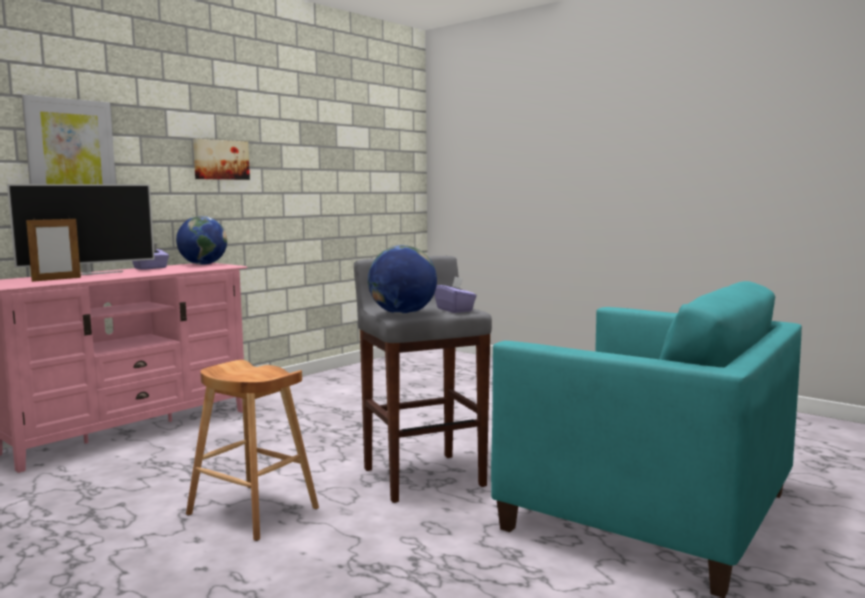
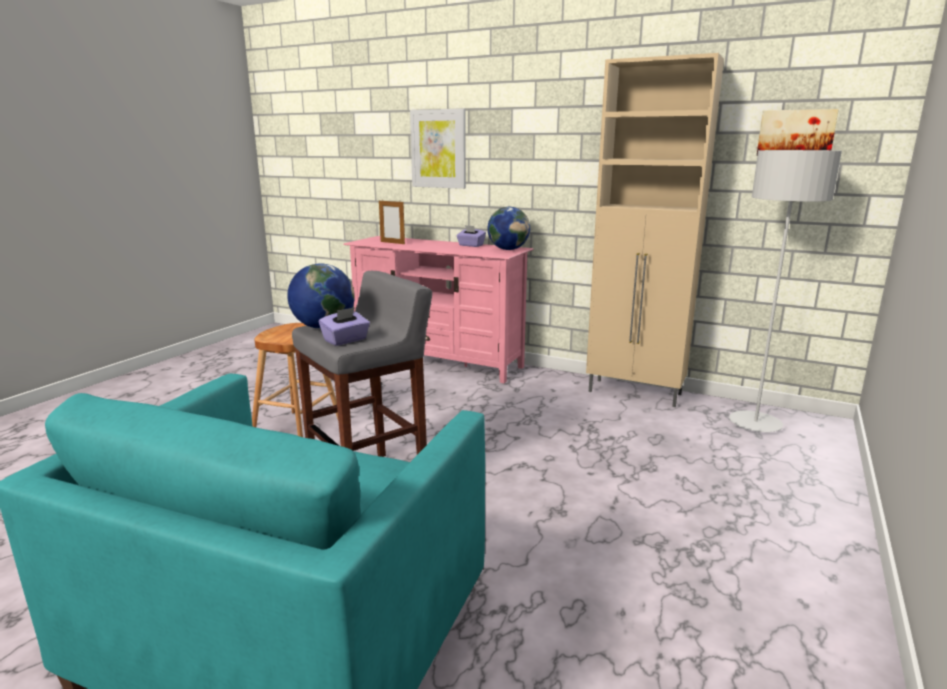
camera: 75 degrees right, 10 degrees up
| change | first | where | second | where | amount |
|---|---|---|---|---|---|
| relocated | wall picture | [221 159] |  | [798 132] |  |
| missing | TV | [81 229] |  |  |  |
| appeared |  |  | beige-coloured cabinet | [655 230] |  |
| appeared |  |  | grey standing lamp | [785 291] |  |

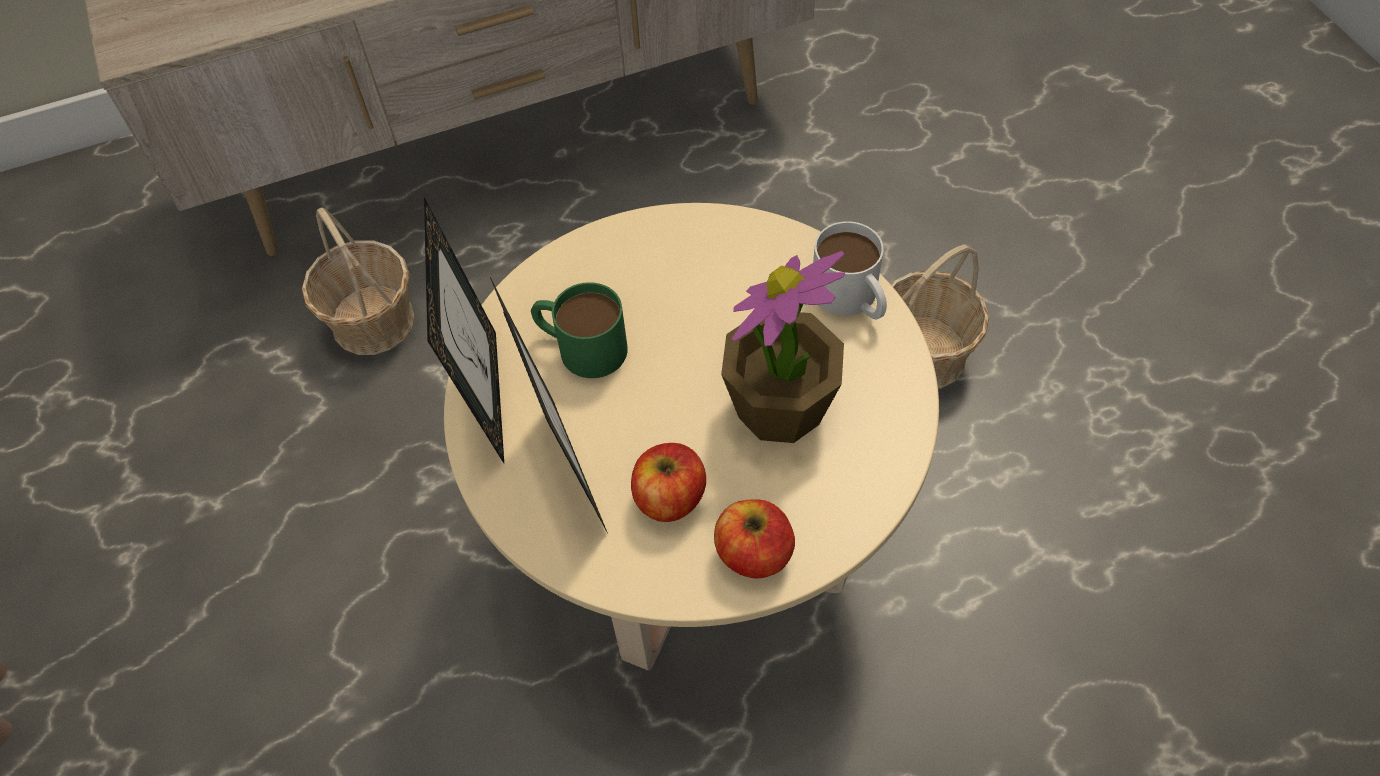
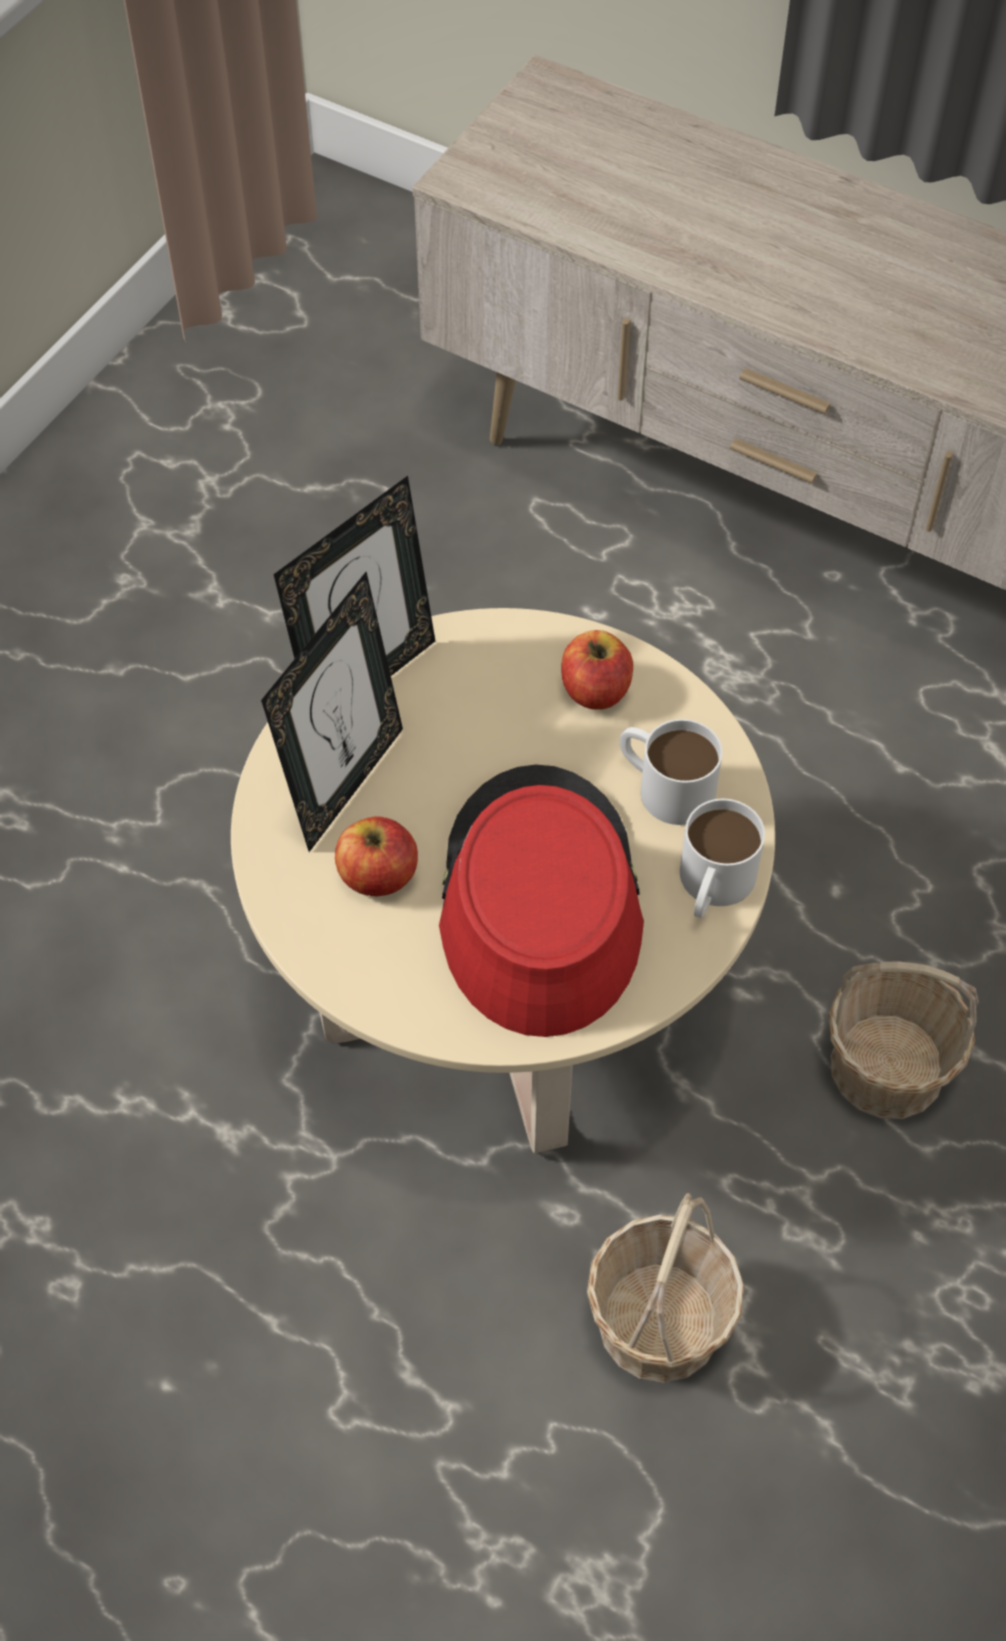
camera: 50 degrees right, 0 degrees up
| change | first | where | second | where | amount |
|---|---|---|---|---|---|
| relocated | storage basket | [358 281] |  | [665 1288] |  |
| exchanged | plant in a pot | [783 347] | red hat | [541 901] |  |
| missing | green coffee mug | [579 330] |  |  |  |
| relocated | apple fruit | [754 539] |  | [597 670] |  |
| appeared |  |  | white coffee mug | [671 772] |  |

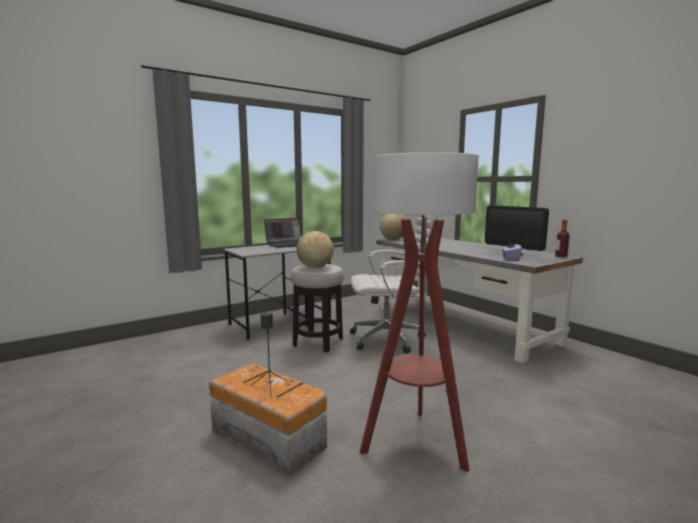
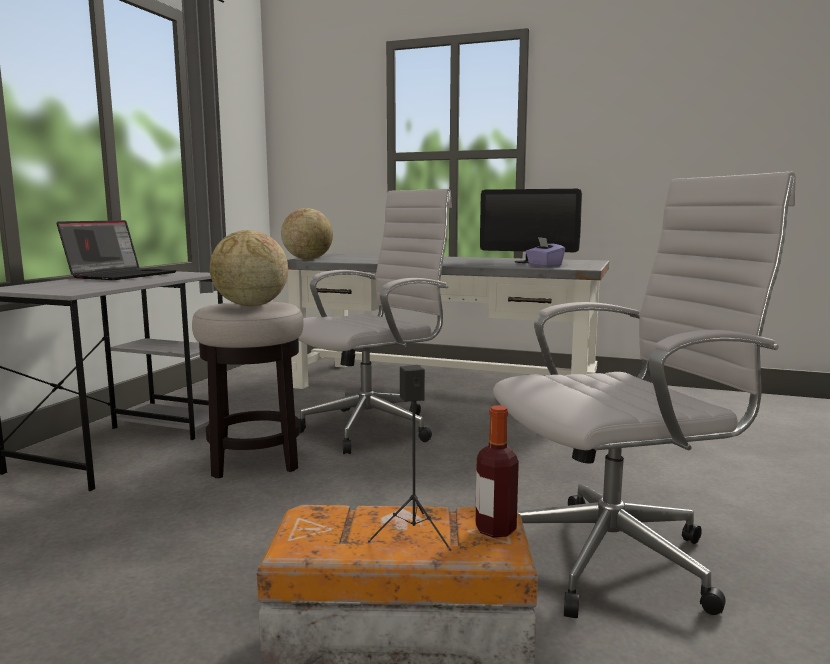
camera: 35 degrees left, 0 degrees up
| change | first | where | second | where | amount |
|---|---|---|---|---|---|
| exchanged | standing lamp | [419 312] | white computer chair | [644 395] |  |
| relocated | drink bottle | [562 238] |  | [497 471] |  |

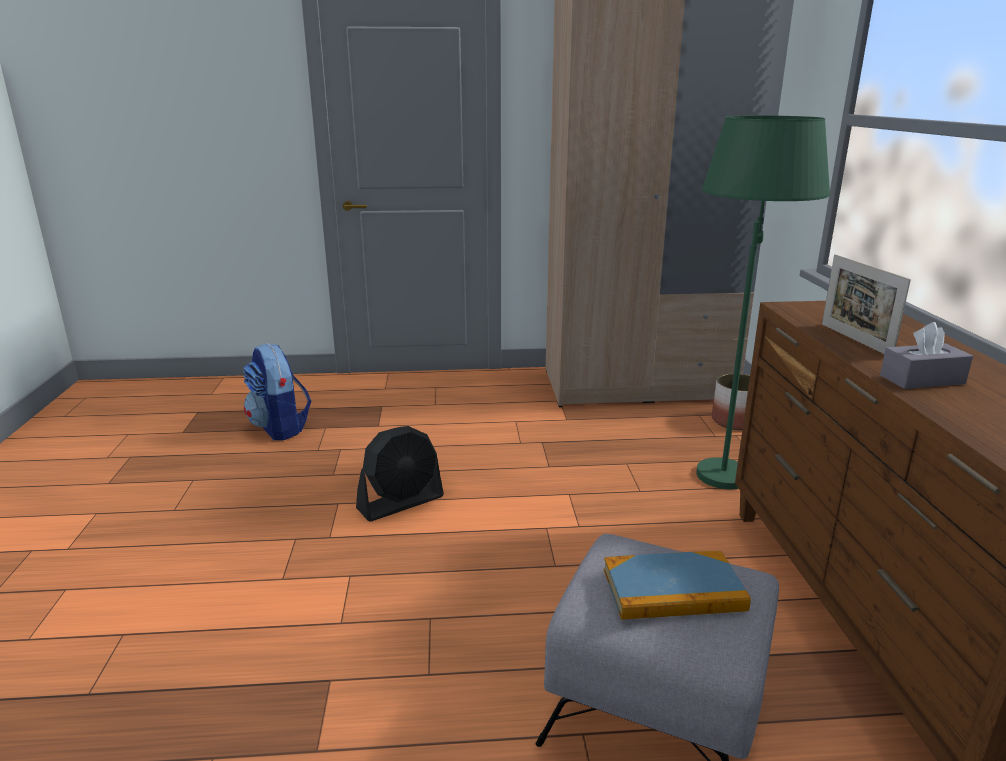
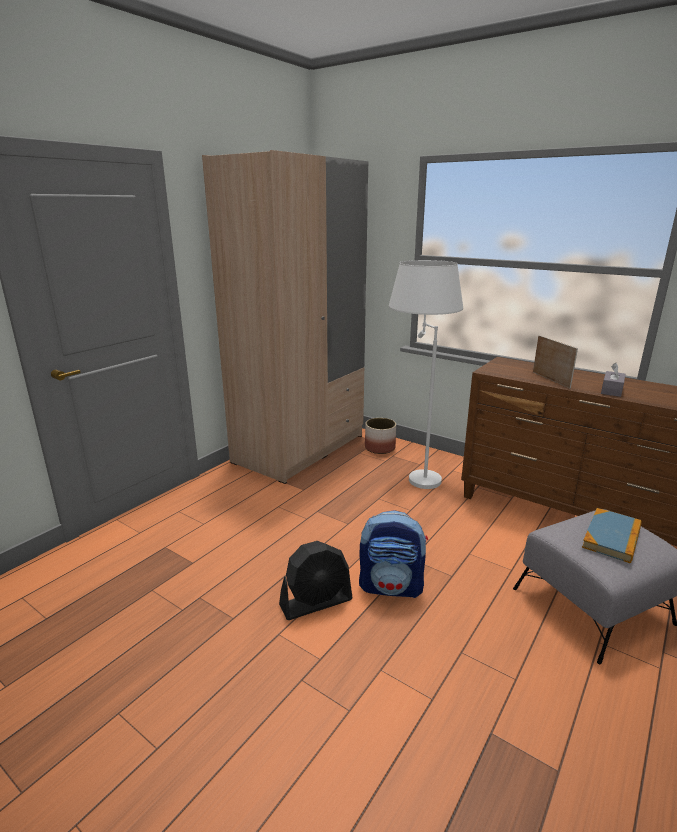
camera: 50 degrees left, 0 degrees up
| change | first | where | second | where | amount |
|---|---|---|---|---|---|
| colour | green standing lamp | [763 302] | white standing lamp | [426 374] |  |
| spun | picture frame | [866 304] |  | [555 362] | 135 degrees counterclockwise |
| relocated | backpack | [277 392] |  | [393 554] |  |
| spun | black electric fan | [400 473] |  | [316 580] | 60 degrees clockwise |

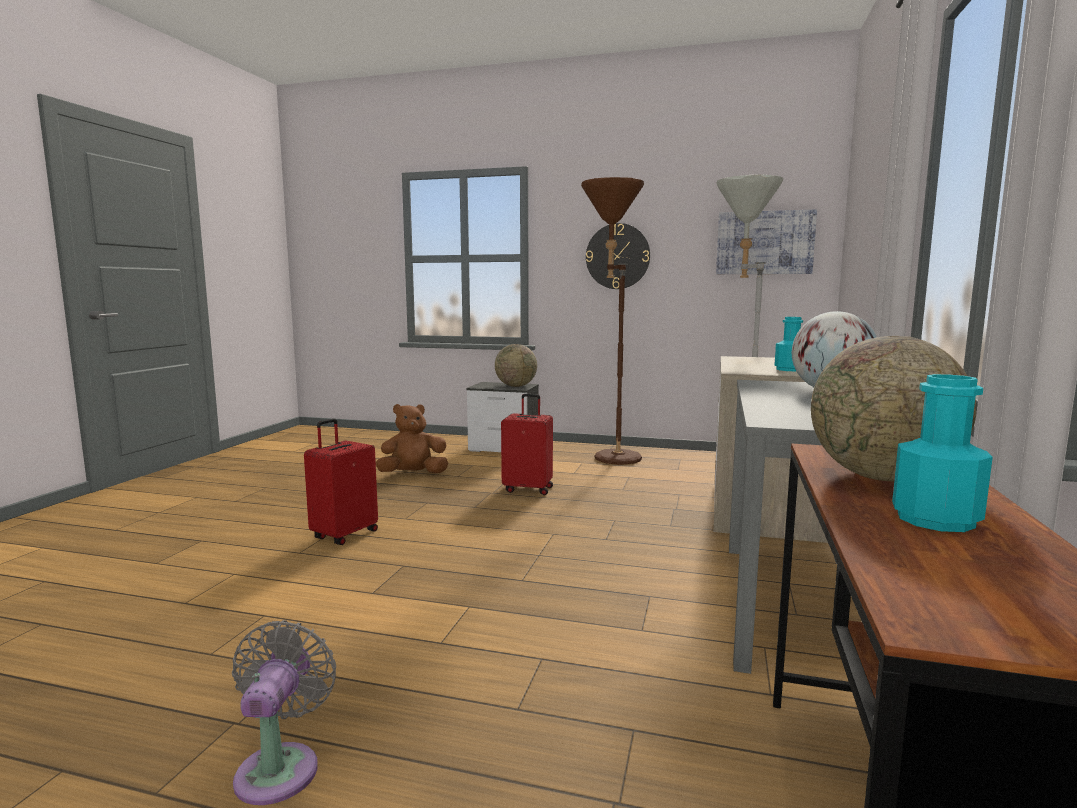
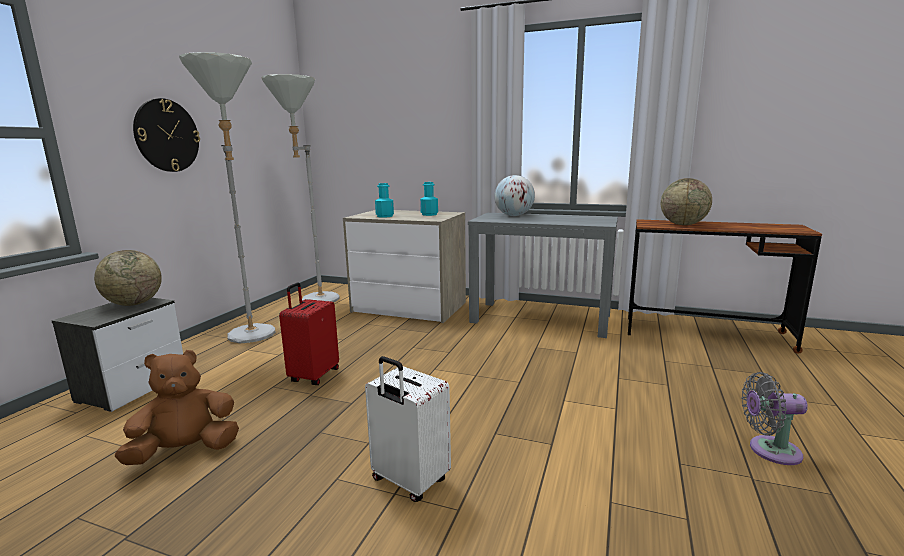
camera: 85 degrees left, 5 degrees up
| change | first | where | second | where | amount |
|---|---|---|---|---|---|
| colour | brown-coloured standing lamp | [612 321] | grey standing lamp | [227 197] |  |
| missing | wall picture | [766 242] |  |  |  |
| relocated | turquoise drink bottle | [942 453] |  | [384 200] |  |
| spun | brown-coloured plush toy | [412 438] |  | [177 407] | 75 degrees clockwise |
| colour | red travel case | [341 481] | white travel case | [408 429] |  |

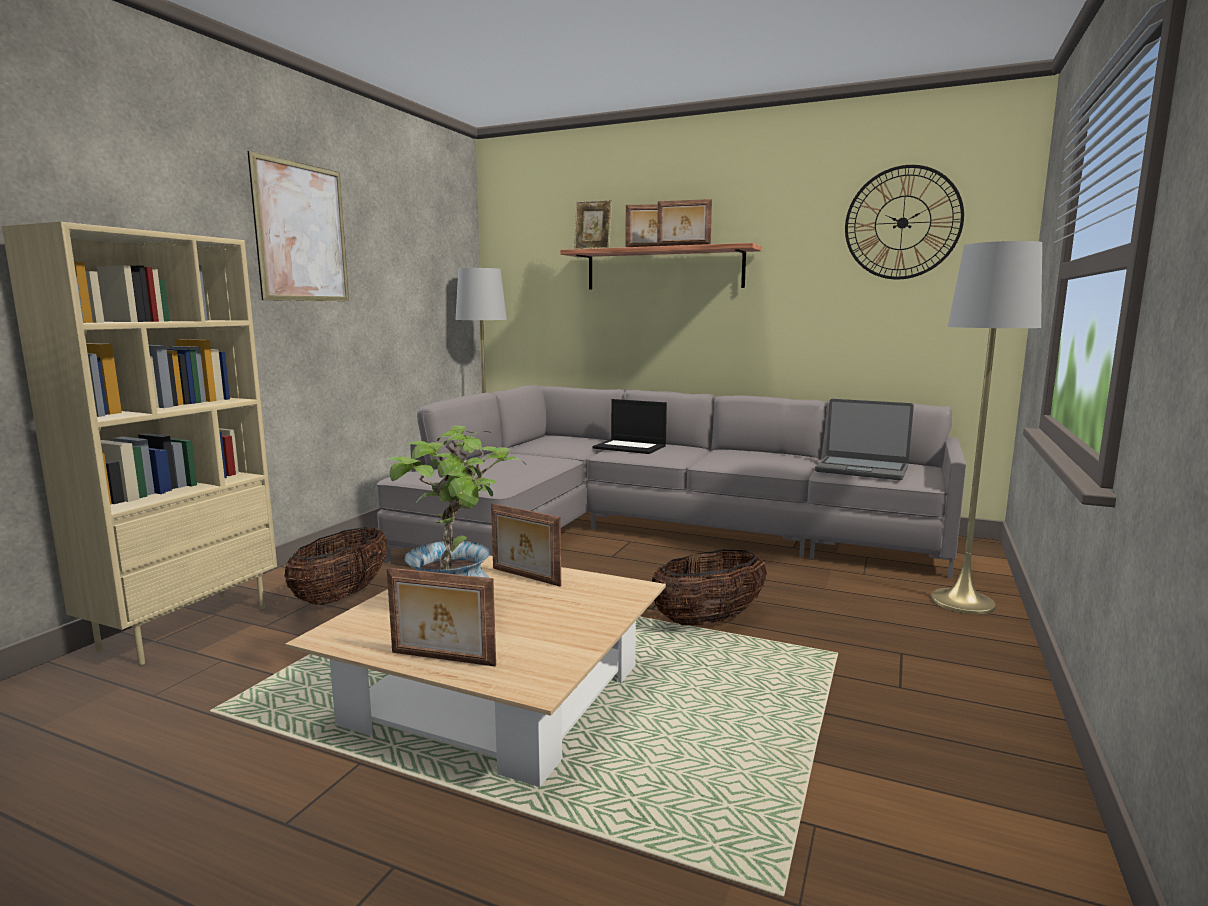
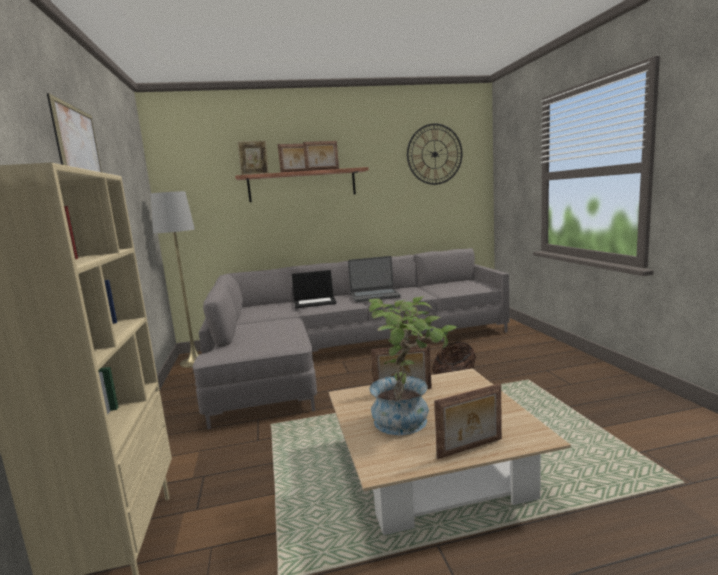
camera: 35 degrees left, 0 degrees up
| change | first | where | second | where | amount |
|---|---|---|---|---|---|
| missing | grey standing lamp | [986 427] |  |  |  |
| relocated | notebook computer | [864 439] |  | [374 279] |  |
| missing | storage basket | [336 566] |  |  |  |

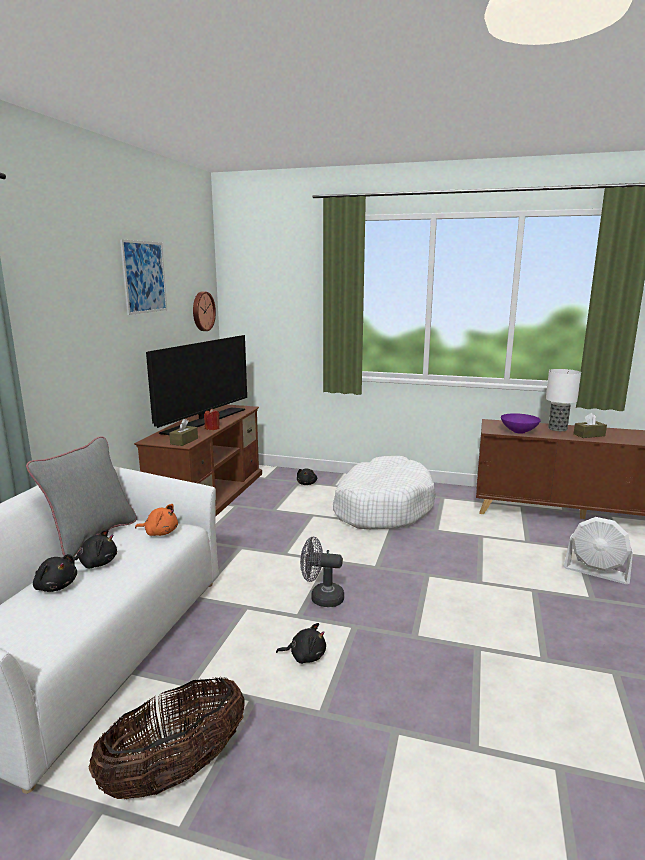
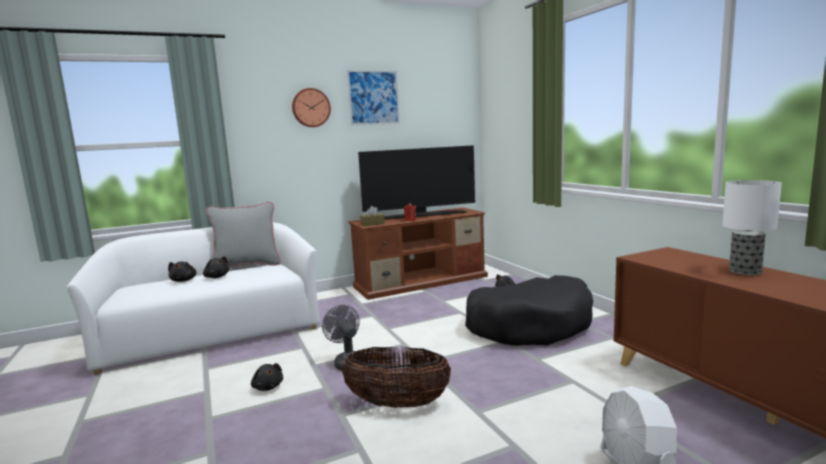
camera: 50 degrees right, 5 degrees down
| change | first | where | second | where | amount |
|---|---|---|---|---|---|
| relocated | clock on the wall | [204 311] |  | [311 107] |  |
| missing | purplish bowl | [521 423] |  |  |  |
| missing | brown-coloured tissue holder | [590 425] |  |  |  |
| colour | white dog bed | [384 492] | black dog bed | [529 310] |  |
| missing | orange-coloured plush toy | [156 520] |  |  |  |
| relocated | storage basket | [166 738] |  | [396 377] |  |

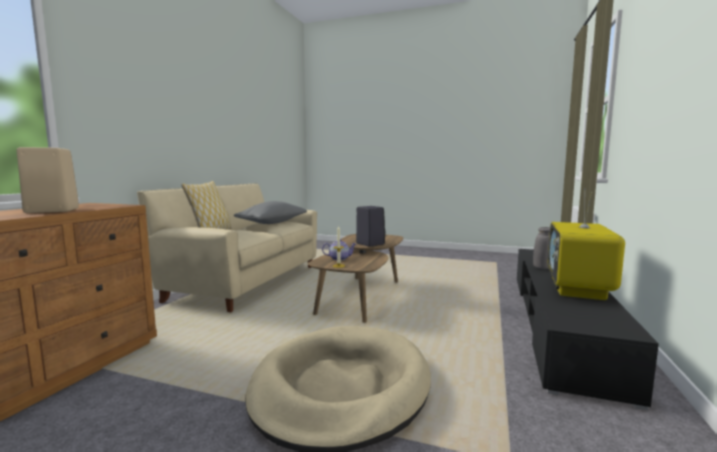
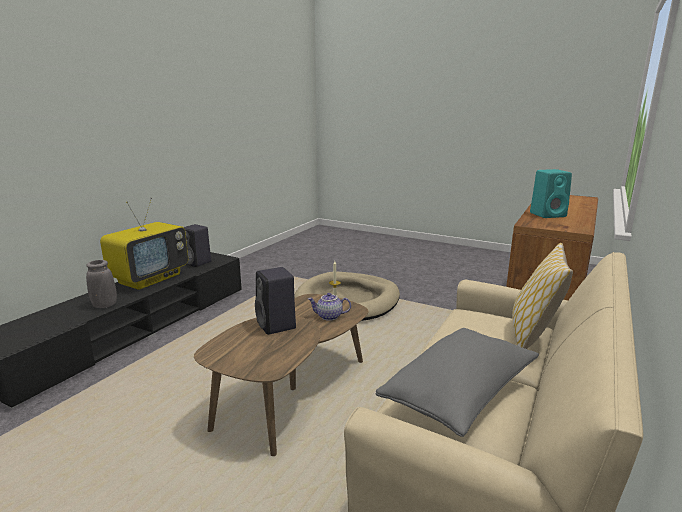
camera: 170 degrees left, 10 degrees up
| change | first | where | second | where | amount |
|---|---|---|---|---|---|
| colour | beige-coloured loudspeaker | [48 180] | turquoise loudspeaker | [551 193] |  |
| appeared |  |  | black loudspeaker | [197 245] |  |

